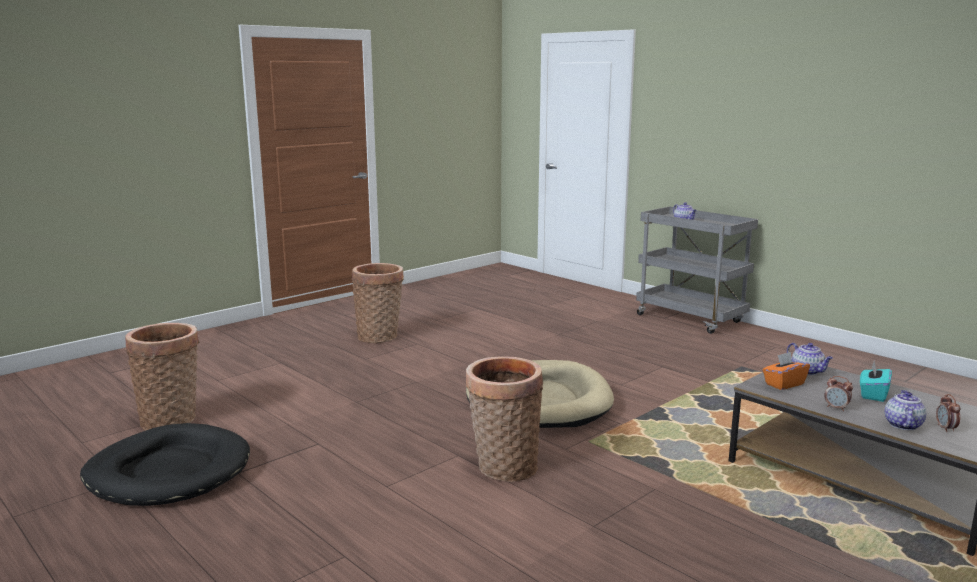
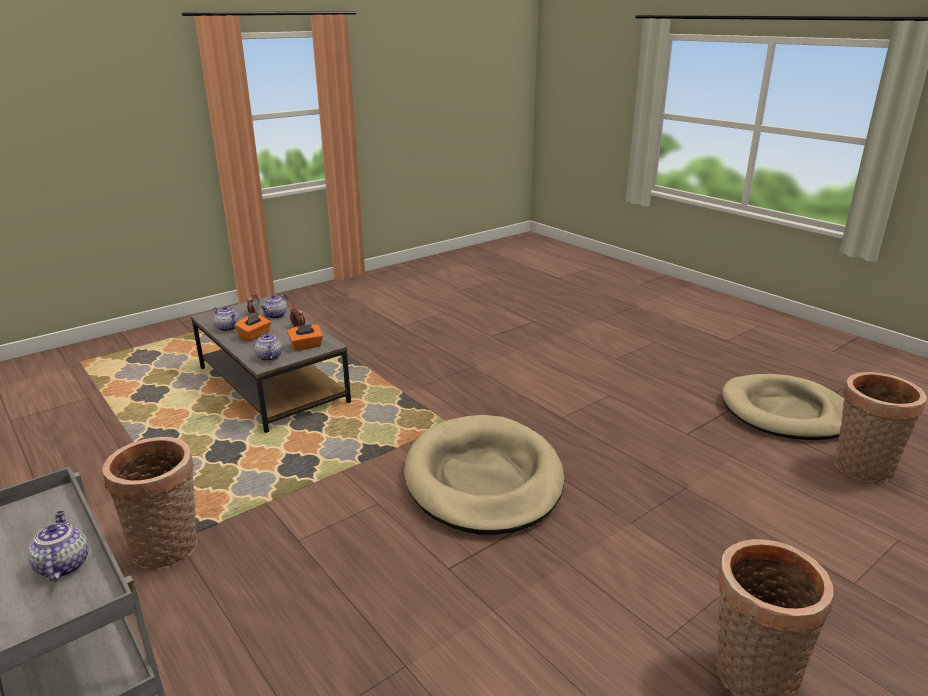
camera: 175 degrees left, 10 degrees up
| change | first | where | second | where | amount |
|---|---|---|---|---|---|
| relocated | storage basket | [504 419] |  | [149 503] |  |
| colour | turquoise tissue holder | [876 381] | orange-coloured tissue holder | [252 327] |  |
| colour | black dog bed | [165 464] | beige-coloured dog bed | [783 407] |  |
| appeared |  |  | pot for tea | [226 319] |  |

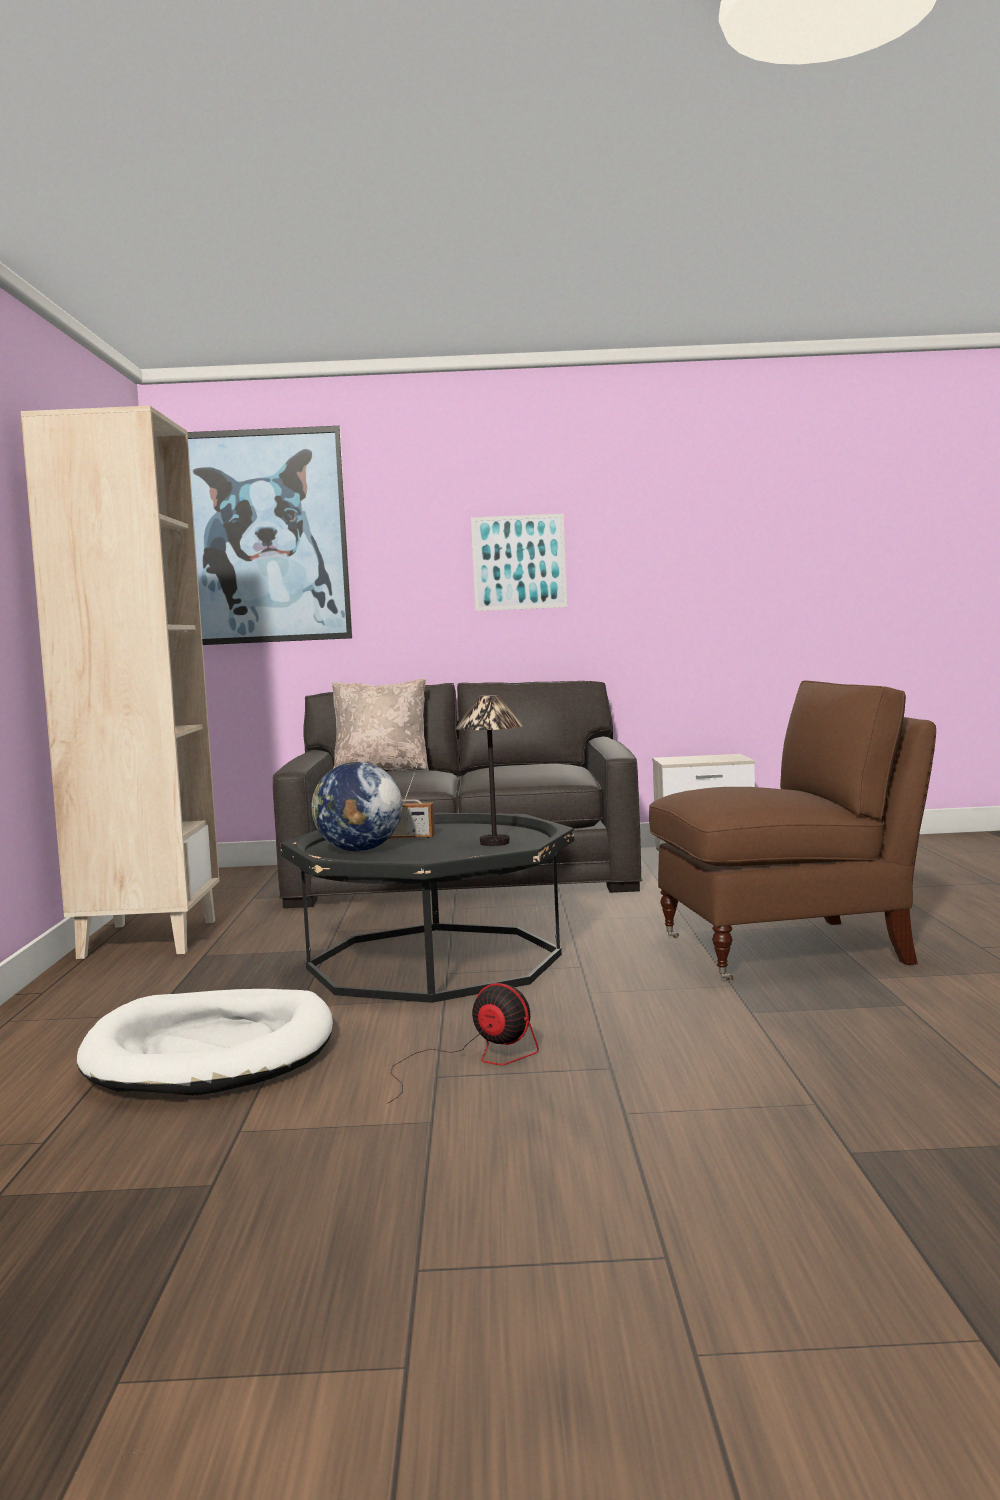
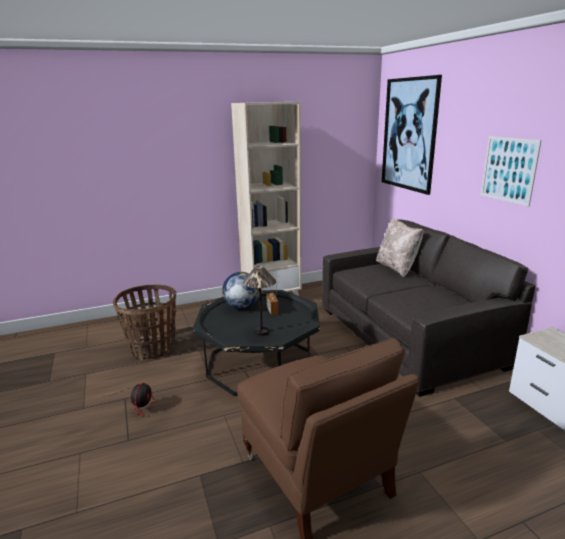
camera: 70 degrees right, 15 degrees up
| change | first | where | second | where | amount |
|---|---|---|---|---|---|
| exchanged | white dog bed | [205 1042] | storage basket | [144 322] |  |

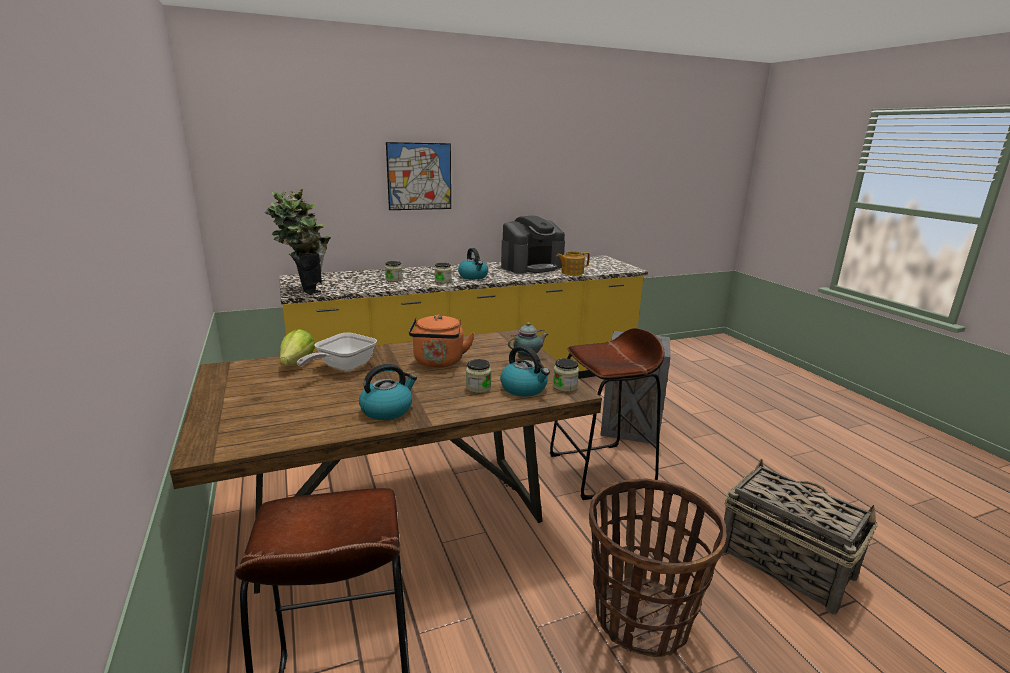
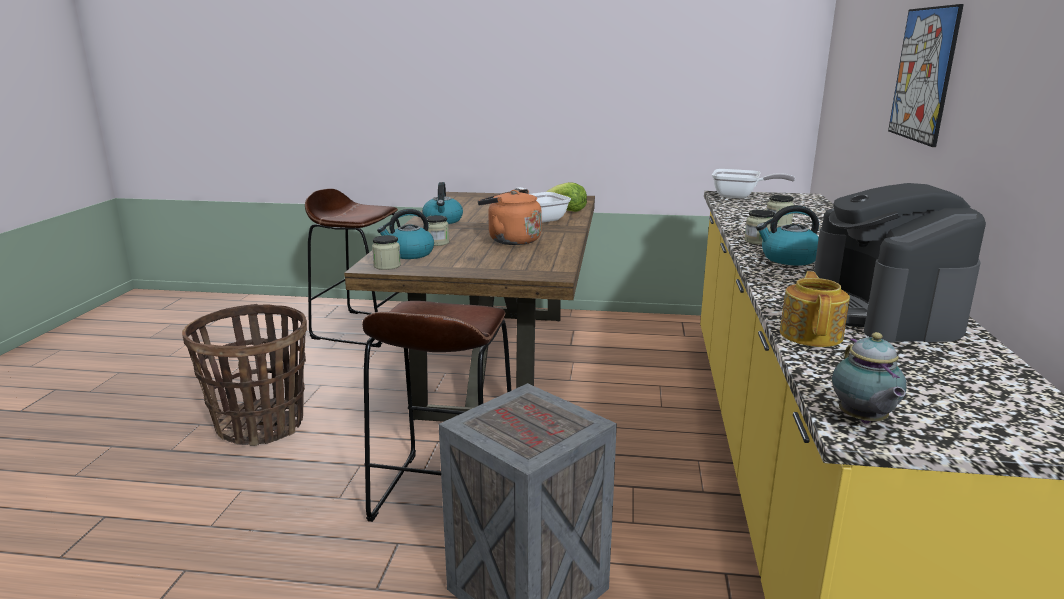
camera: 120 degrees right, 0 degrees up
| change | first | where | second | where | amount |
|---|---|---|---|---|---|
| exchanged | plant in a pot | [298 242] | frying pan | [753 184] |  |
| relocated | pot for tea | [528 341] |  | [869 378] |  |
| missing | storage basket | [800 537] |  |  |  |

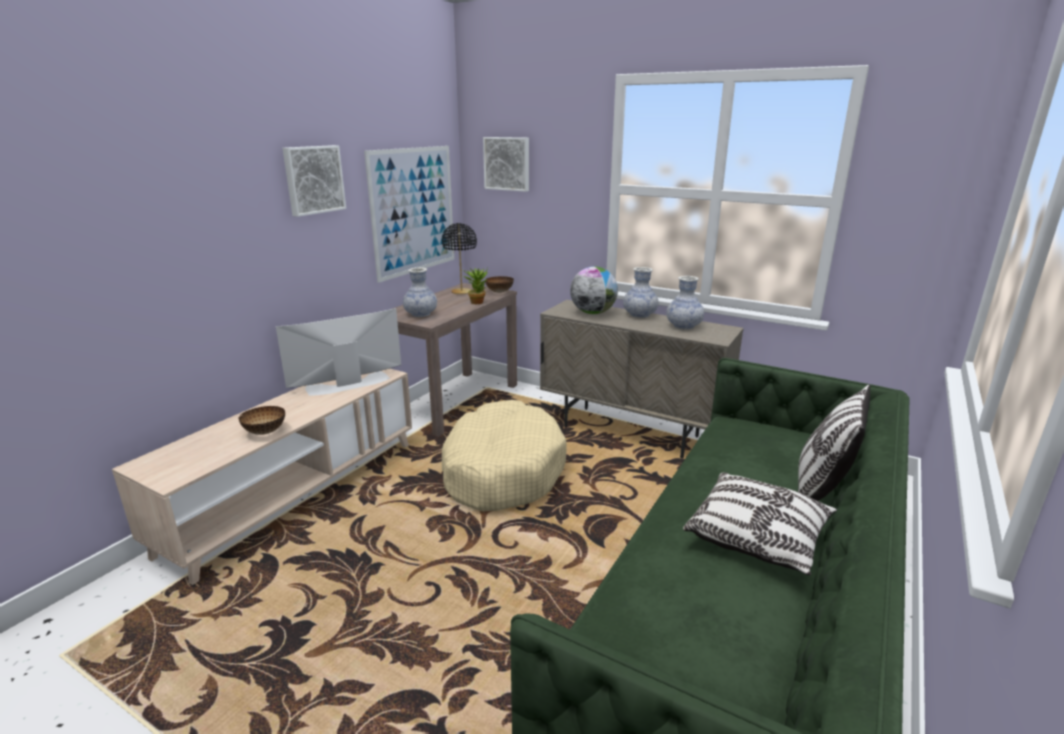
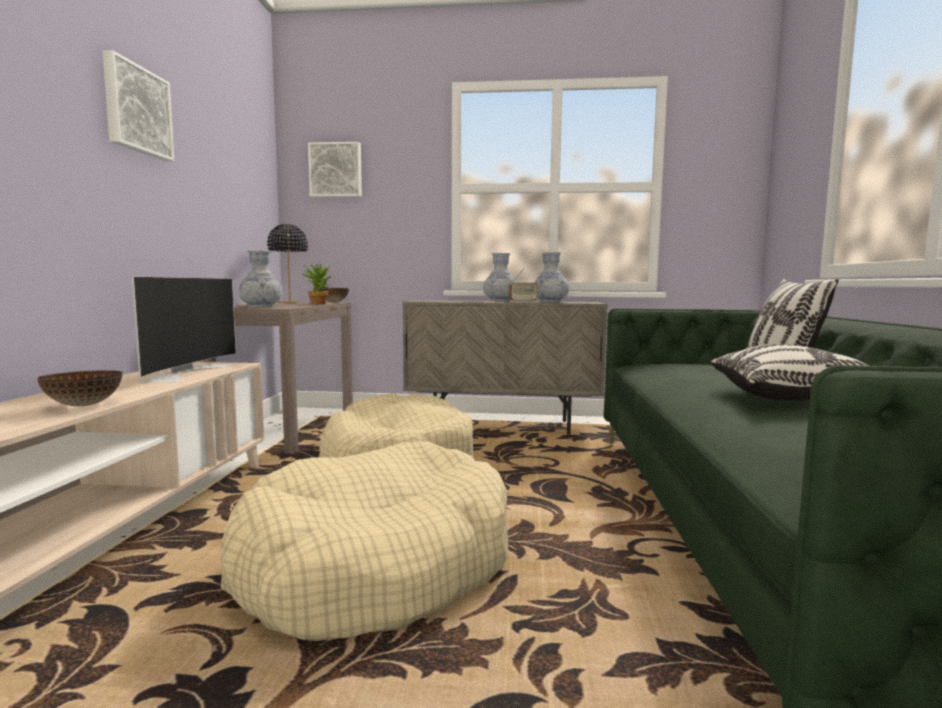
camera: 25 degrees left, 15 degrees down
| change | first | where | second | where | amount |
|---|---|---|---|---|---|
| missing | wall picture | [409 214] |  |  |  |
| missing | globe | [594 290] |  |  |  |
| spun | TV | [338 352] |  | [184 329] | 150 degrees clockwise |
| appeared |  |  | radio | [523 285] |  |
| appeared |  |  | beige-coloured dog bed | [364 541] |  |

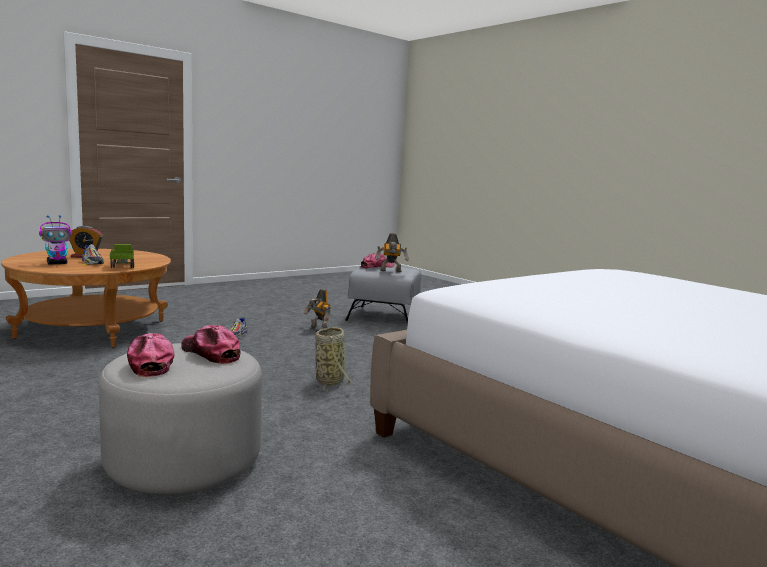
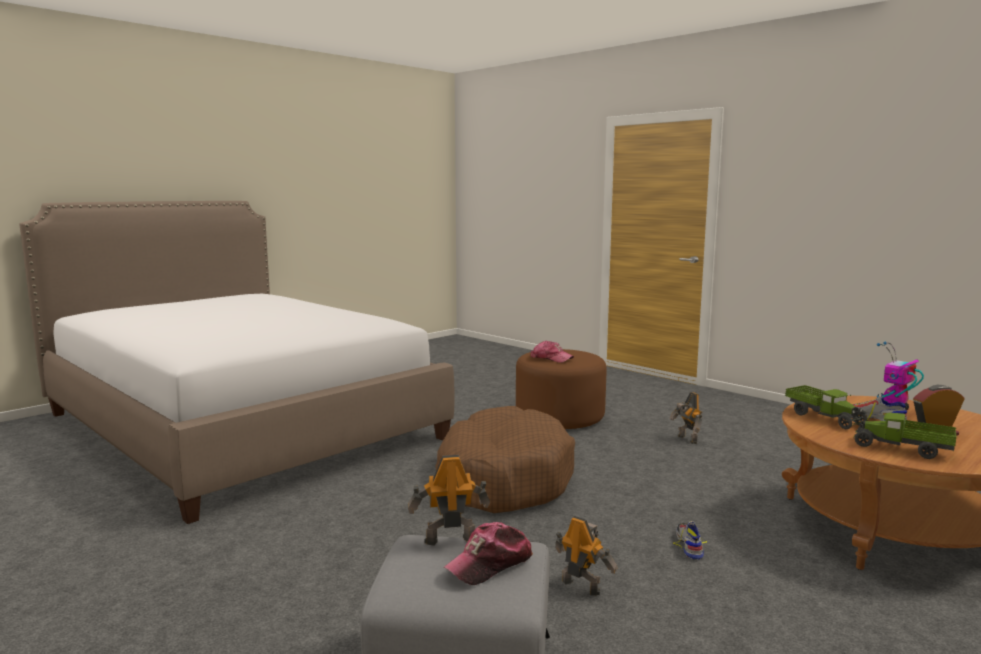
camera: 175 degrees right, 0 degrees up
| change | first | where | second | where | amount |
|---|---|---|---|---|---|
| exchanged | storage basket | [333 359] | brown-coloured dog bed | [505 459] |  |
| missing | cap | [151 355] |  |  |  |
| colour | grey footrest | [180 419] | brown-coloured footrest | [561 389] |  |
| appeared |  |  | model robot | [685 418] |  |
| appeared |  |  | toy lorry | [905 436] |  |

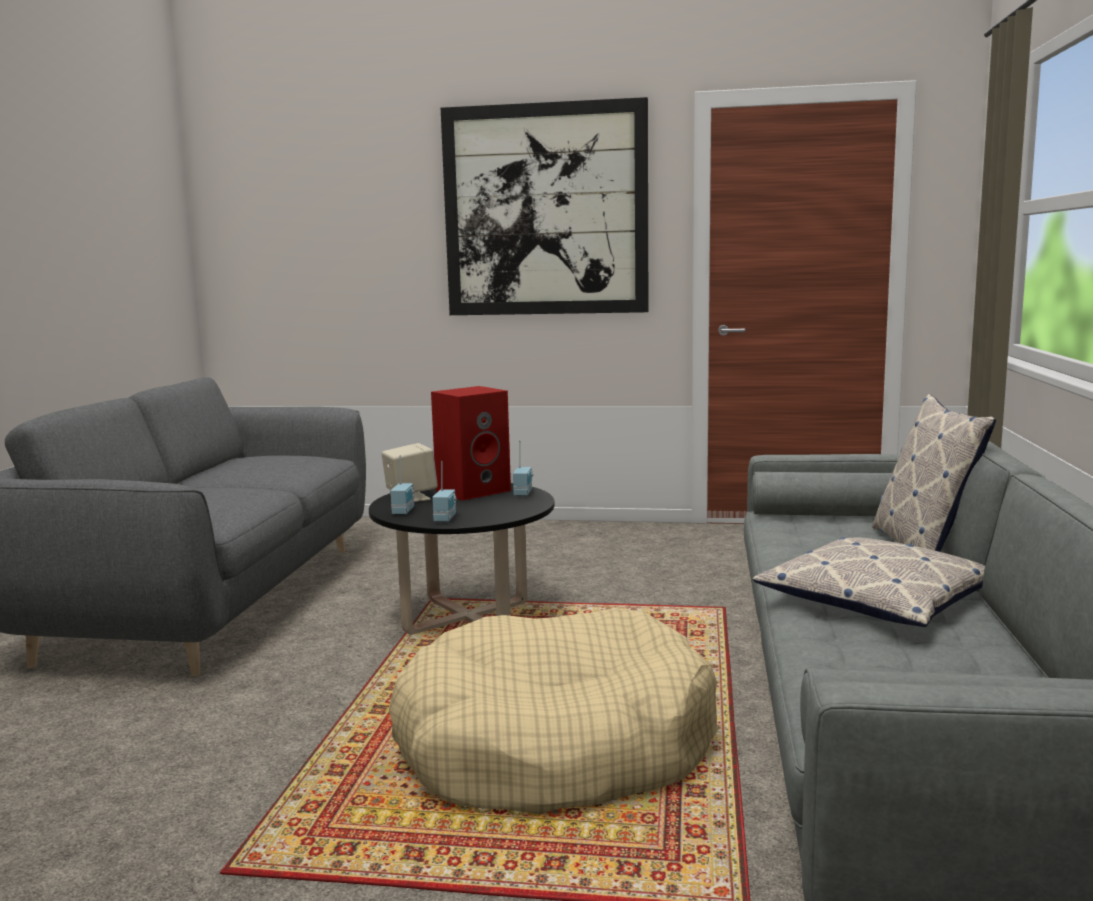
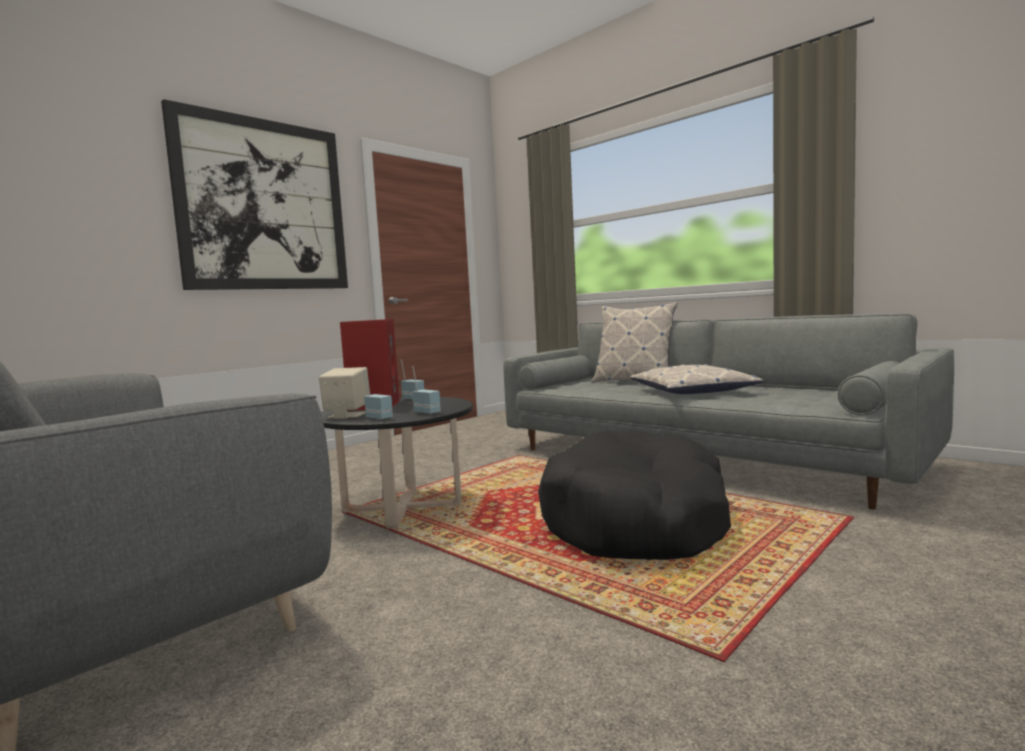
camera: 55 degrees left, 5 degrees down
| change | first | where | second | where | amount |
|---|---|---|---|---|---|
| colour | beige-coloured dog bed | [553 711] | black dog bed | [634 495] |  |

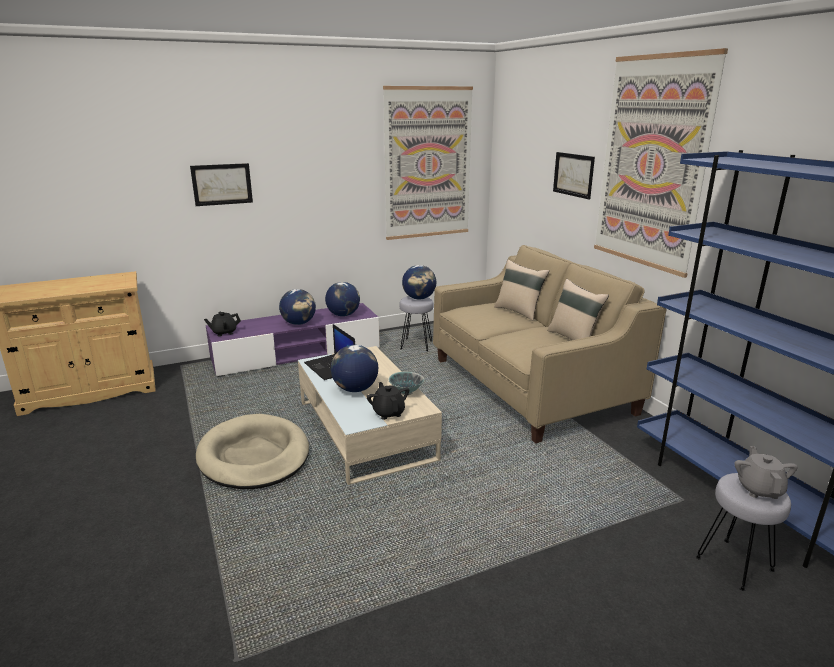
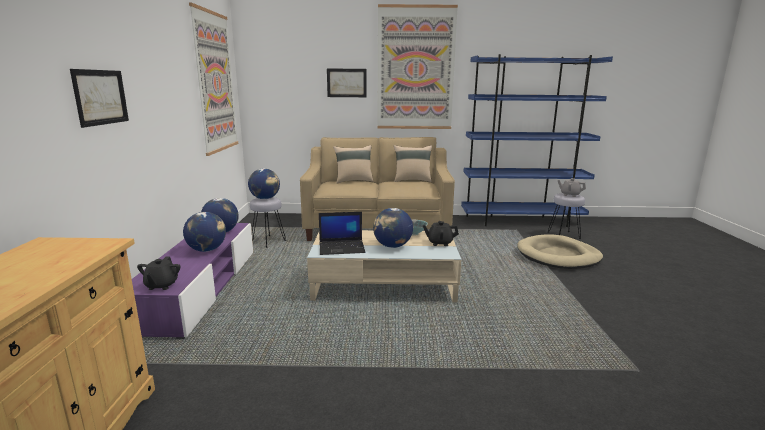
camera: 65 degrees left, 5 degrees down
| change | first | where | second | where | amount |
|---|---|---|---|---|---|
| relocated | beige-coloured dog bed | [252 451] |  | [560 251] |  |

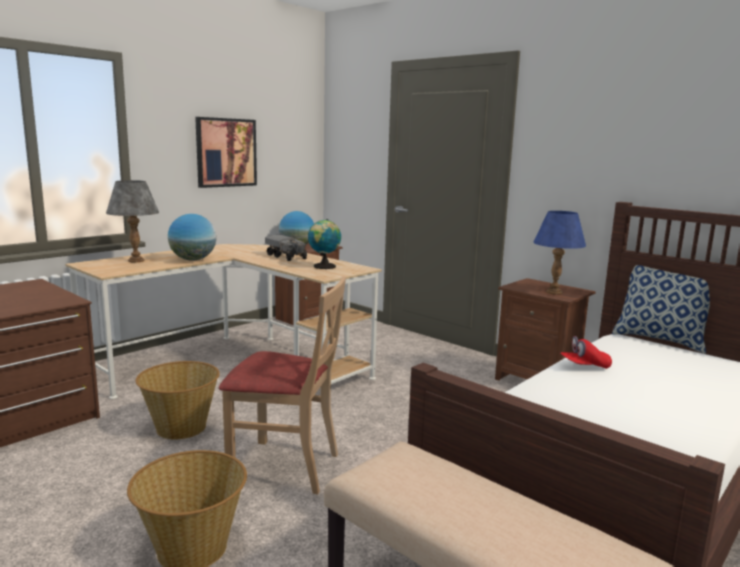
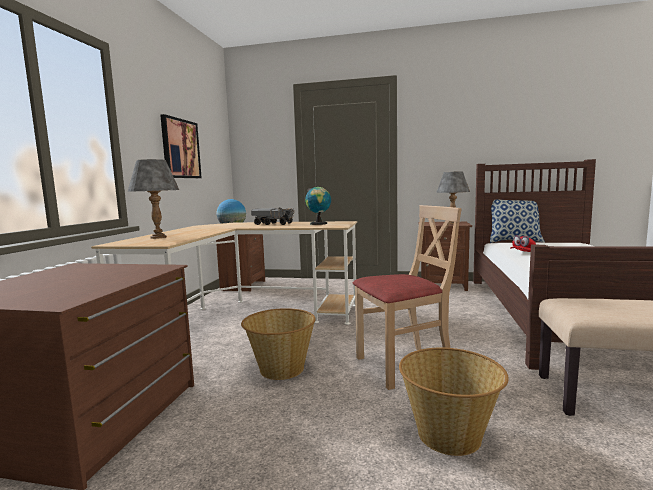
camera: 30 degrees left, 5 degrees down
| change | first | where | second | where | amount |
|---|---|---|---|---|---|
| colour | blue lamp for a table | [559 253] | grey lamp for a table | [453 197] |  |
| missing | globe | [192 237] |  |  |  |

